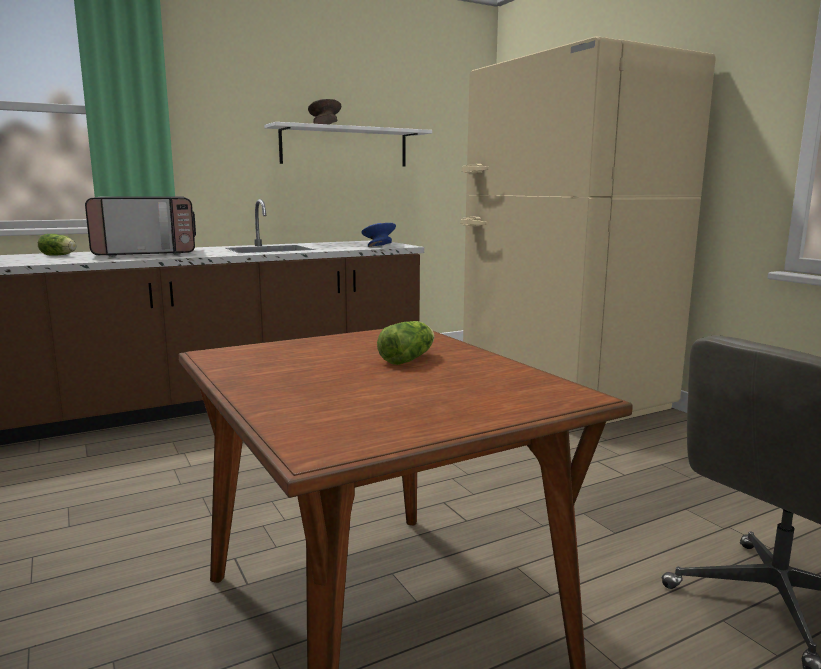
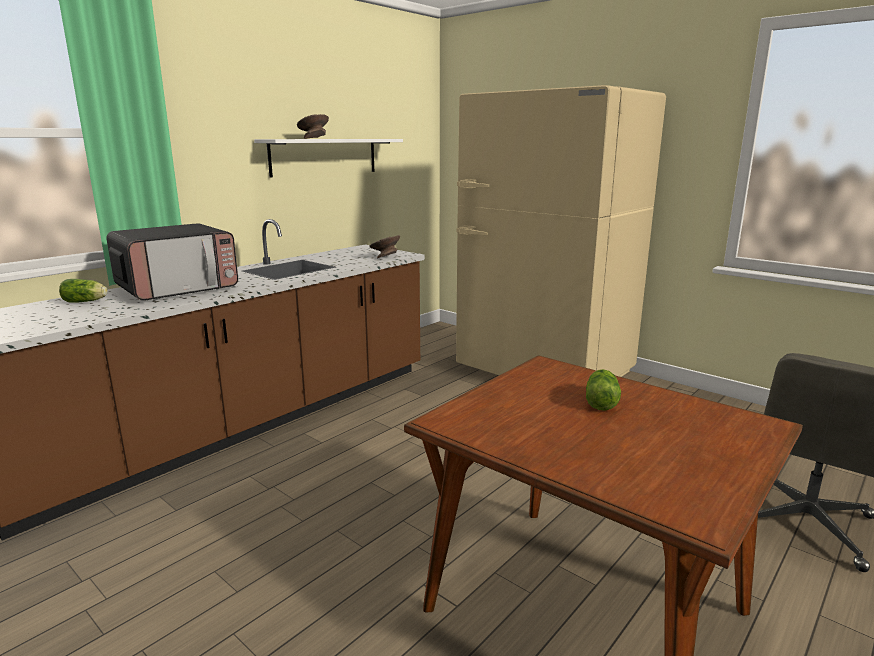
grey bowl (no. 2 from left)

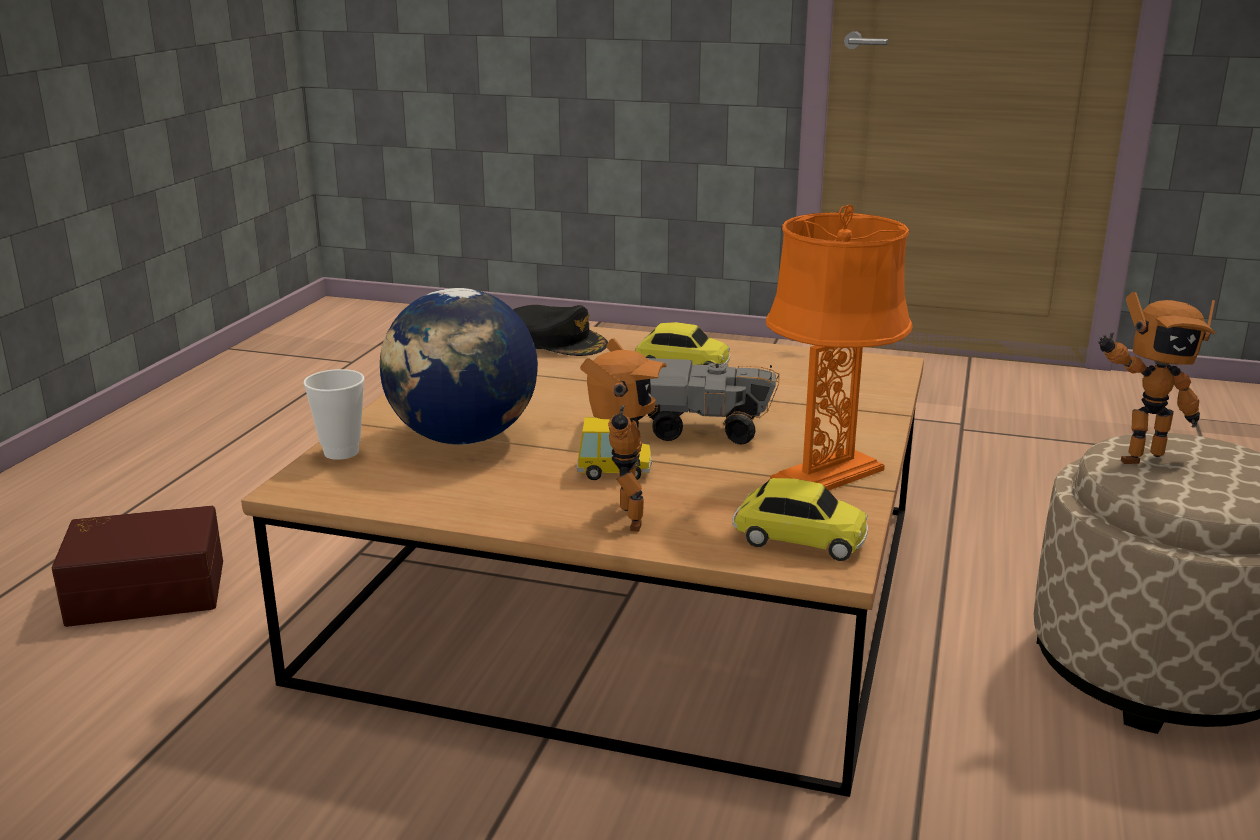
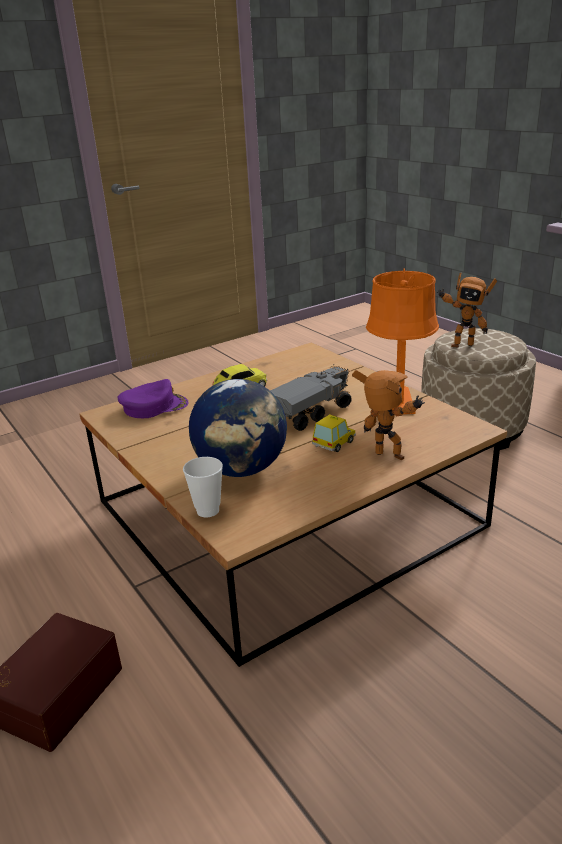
toy robot (no. 2 from left); purple cap; toy car (no. 3 from left in the first image)

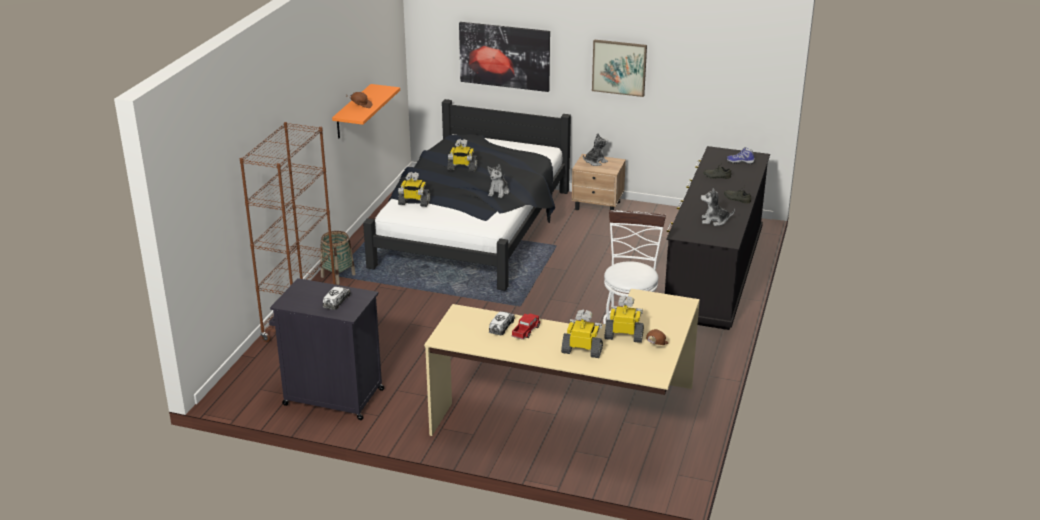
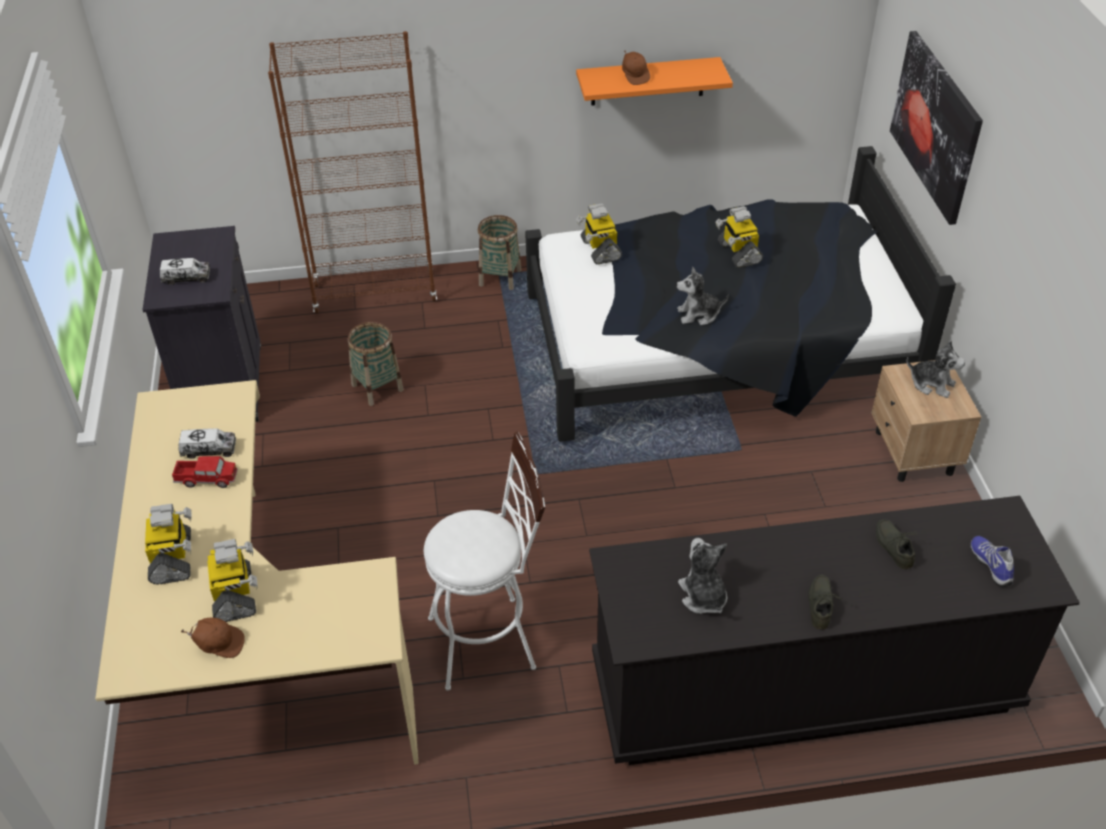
picture (no. 2 from left in the first image); basket (no. 1 from left)

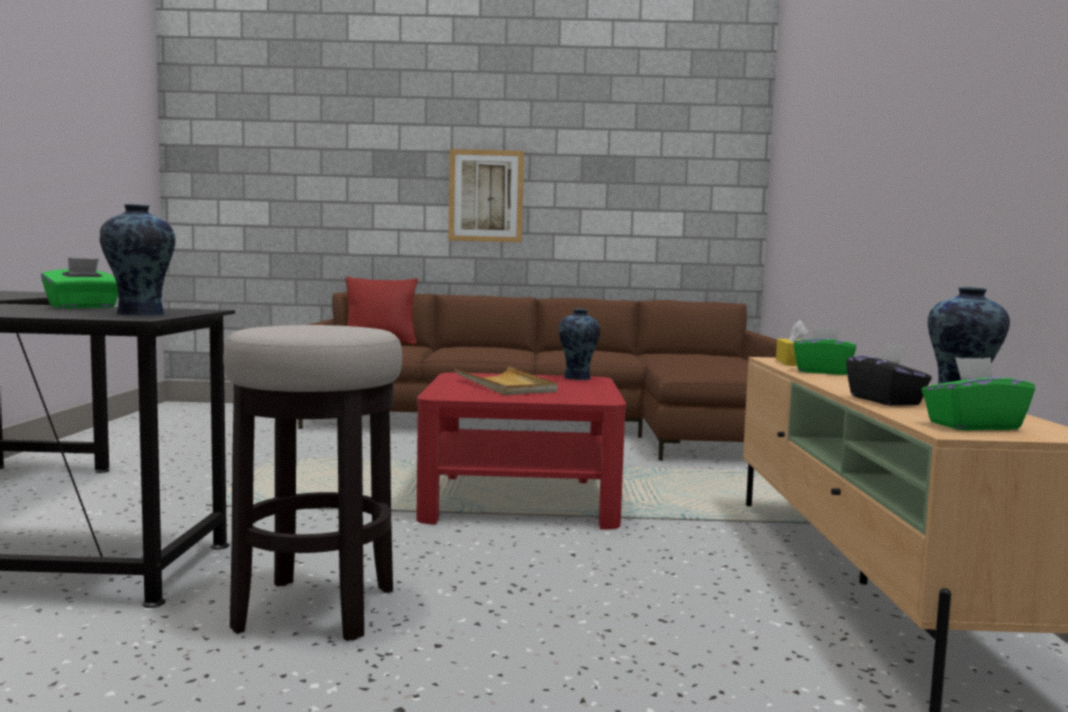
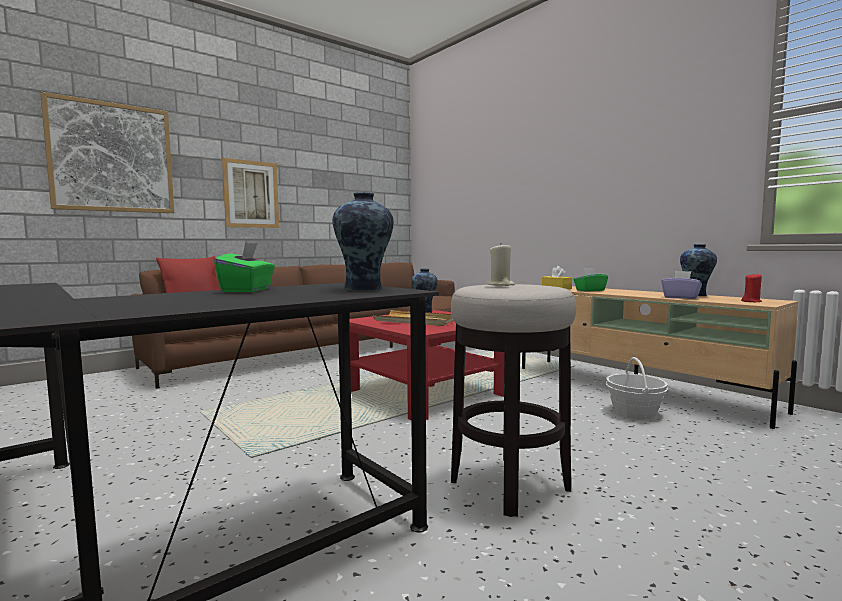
purple tissue box; red candle; picture (no. 1 from left); beige candle; basket

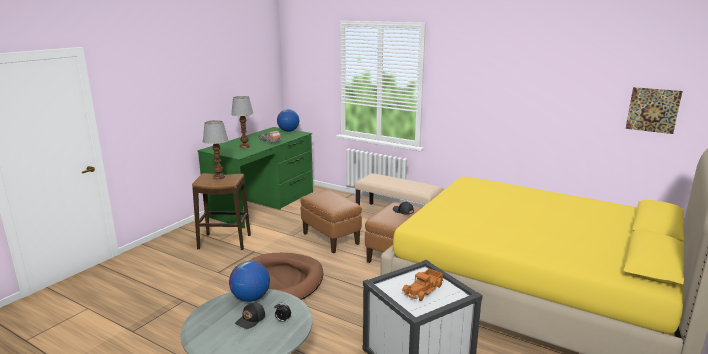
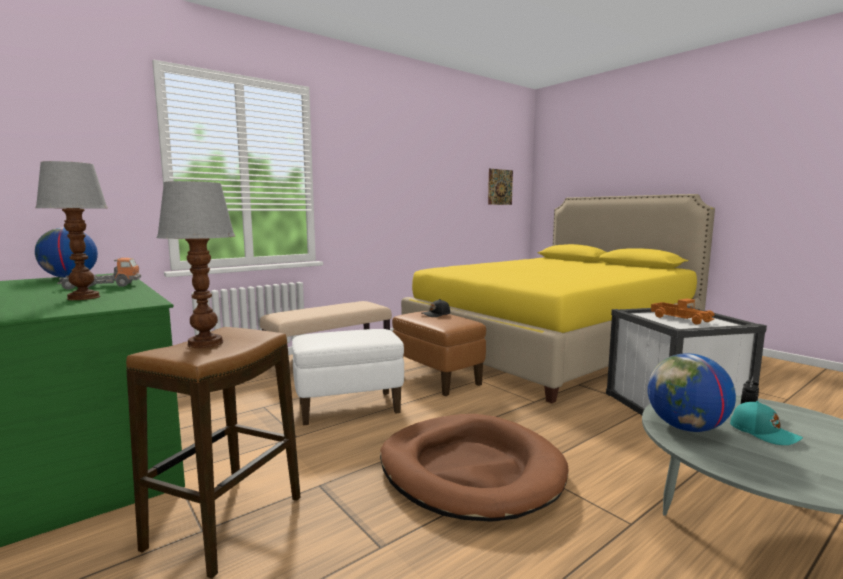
white ottoman; turquoise cap

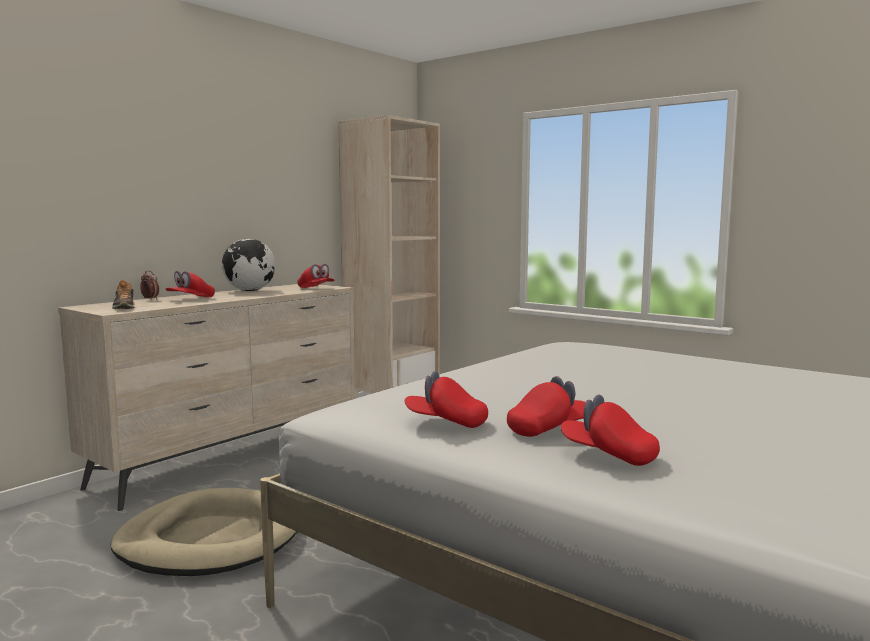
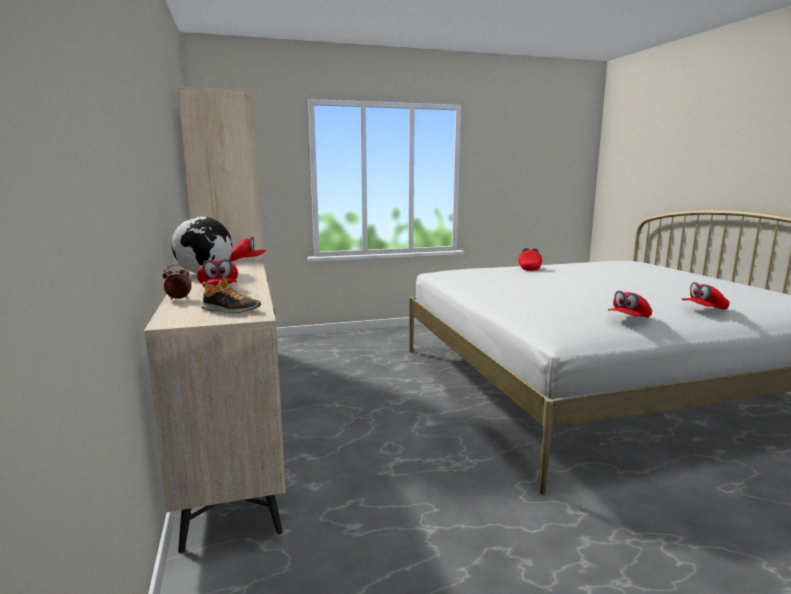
red cap (no. 3 from left); beige dog bed

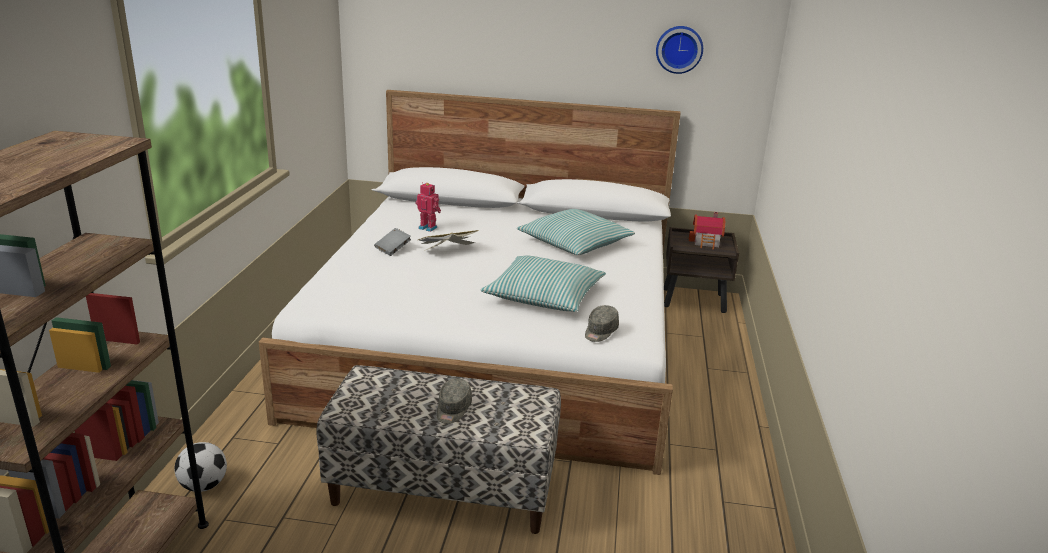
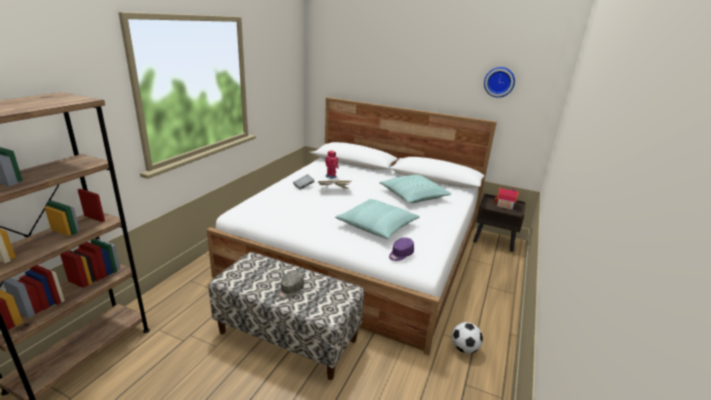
purple cap; football

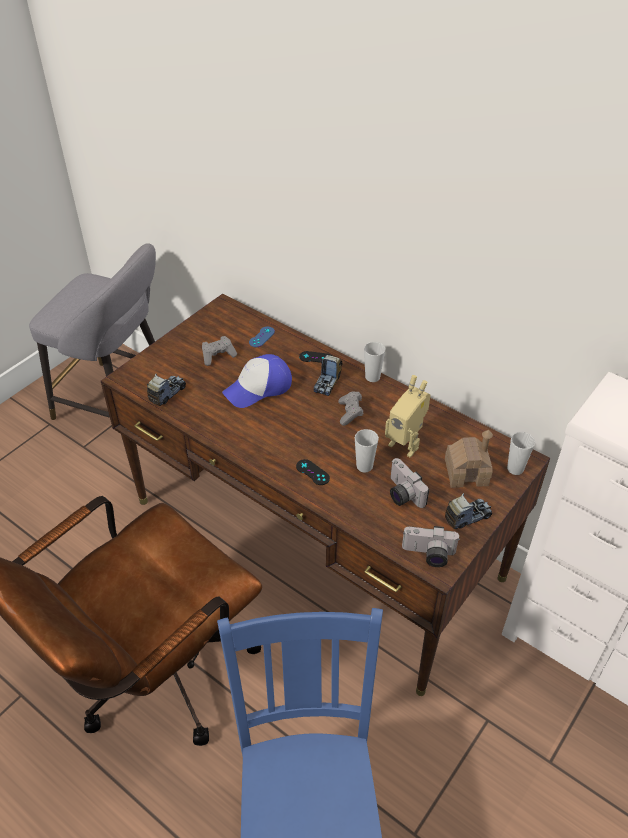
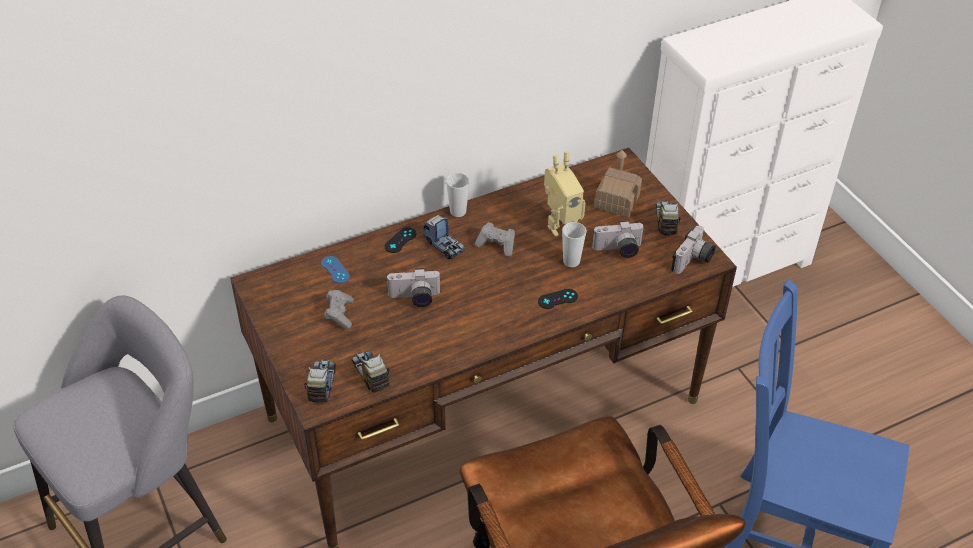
photo camera (no. 1 from left); cup (no. 3 from left in the first image); toy truck (no. 1 from left)

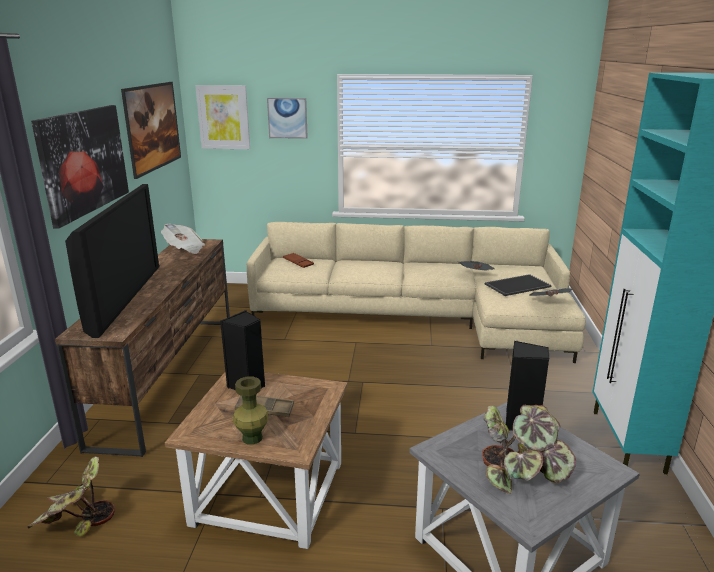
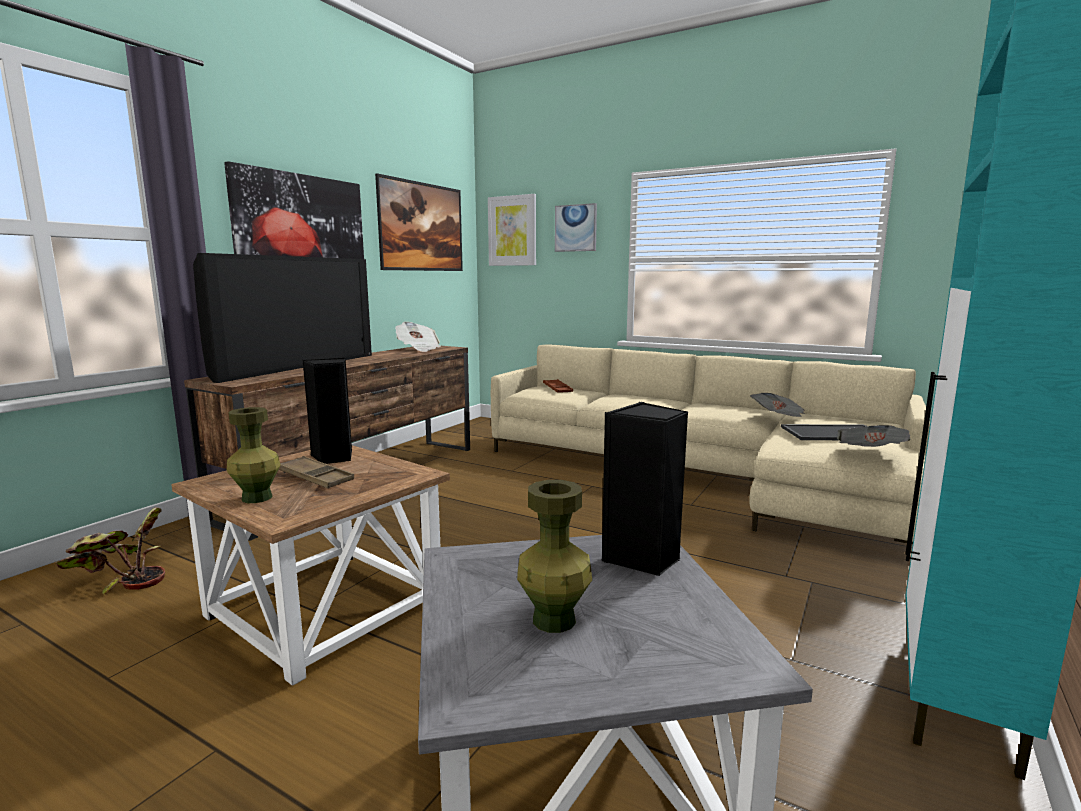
green vase (no. 2 from left)

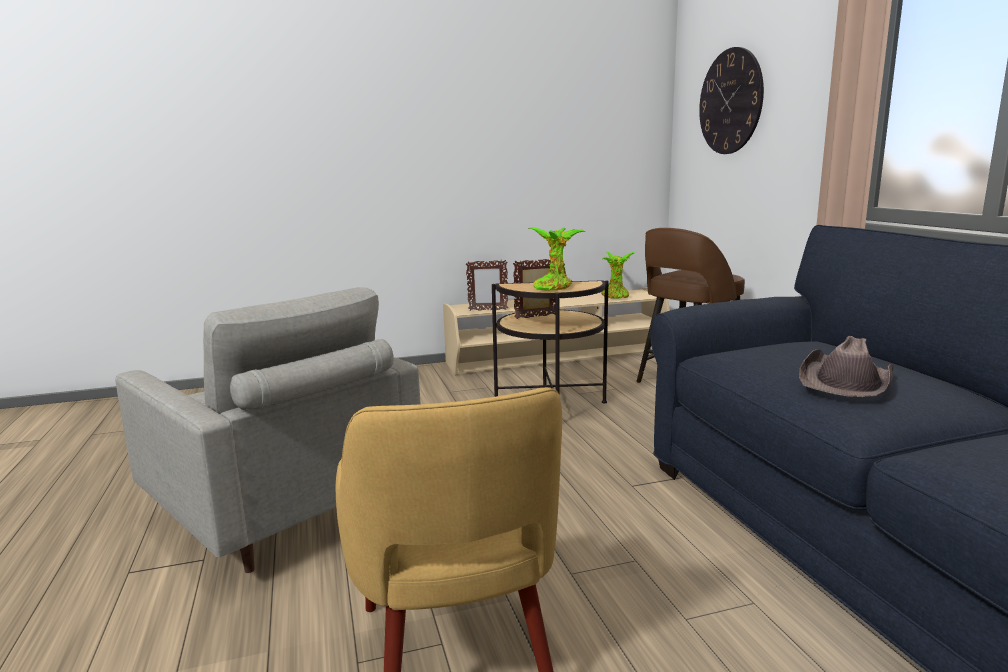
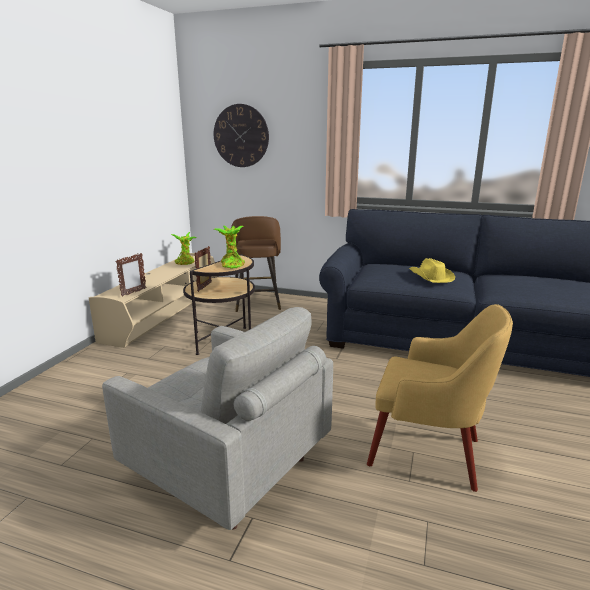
grey armchair; yellow hat

